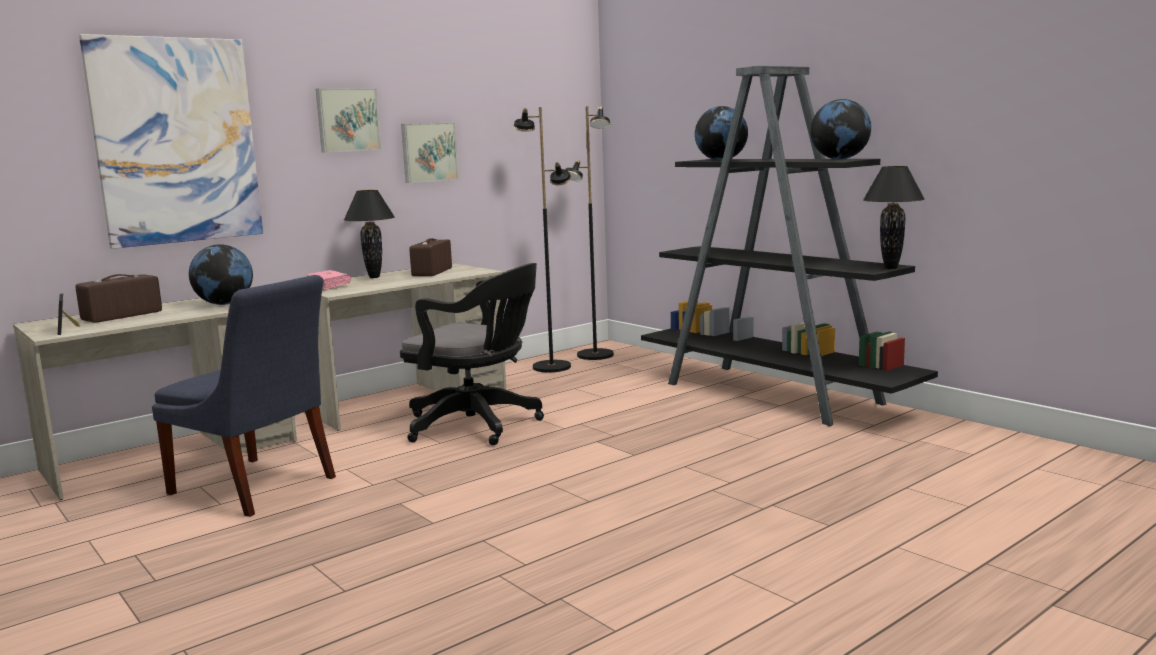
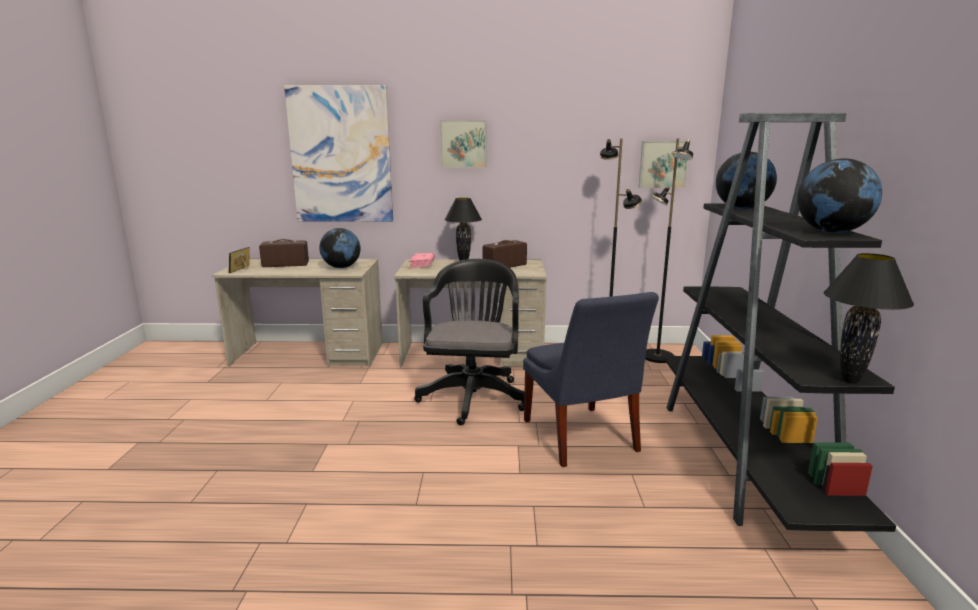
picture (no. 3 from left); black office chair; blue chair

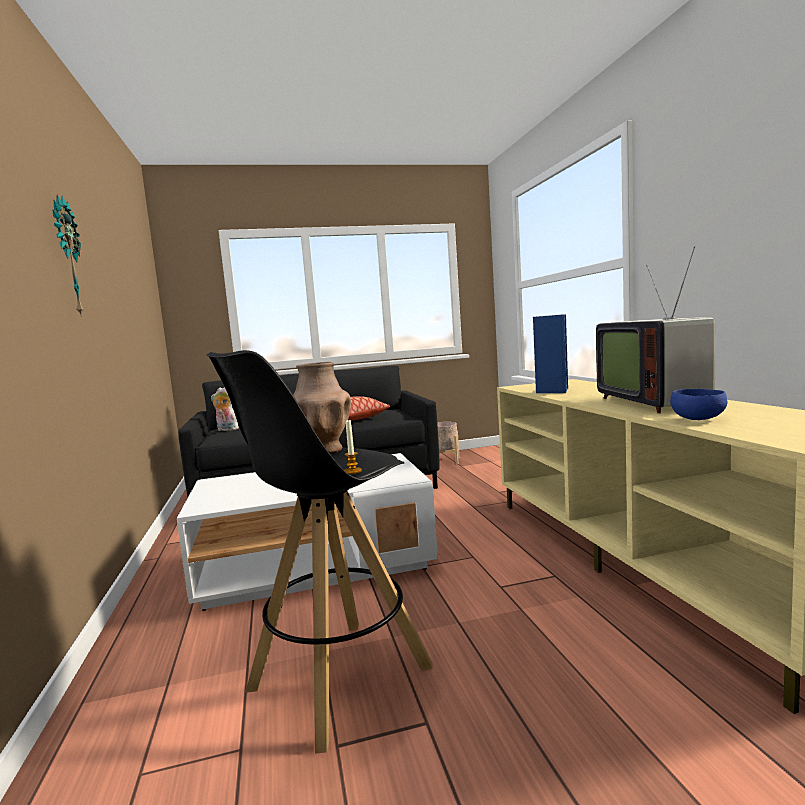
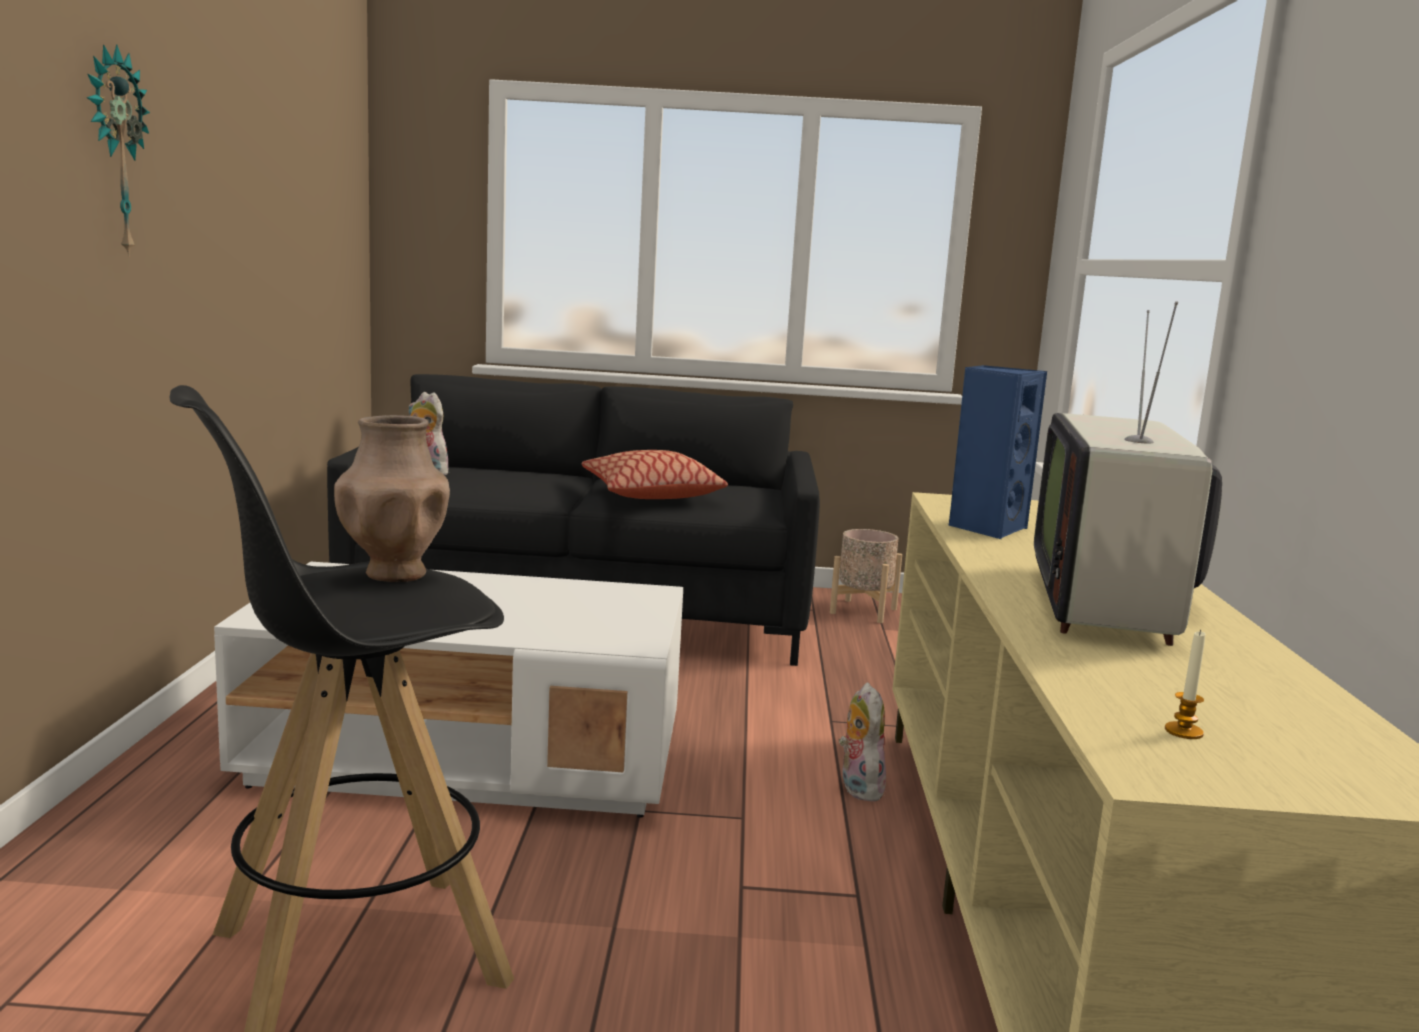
blue bowl; candle; plush toy (no. 2 from left)

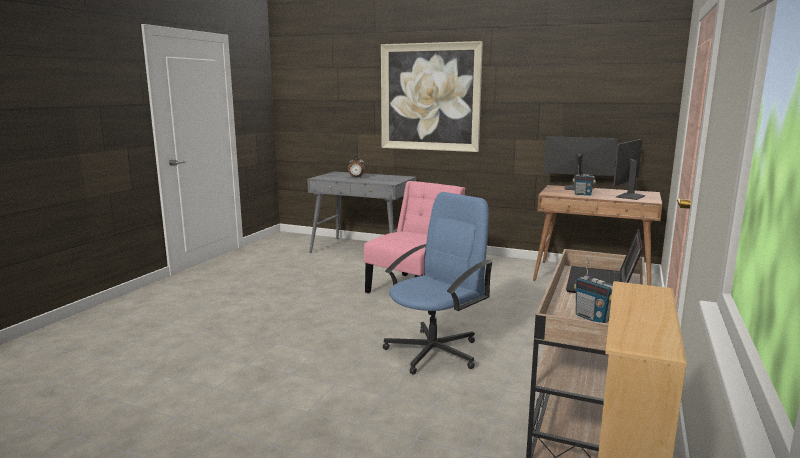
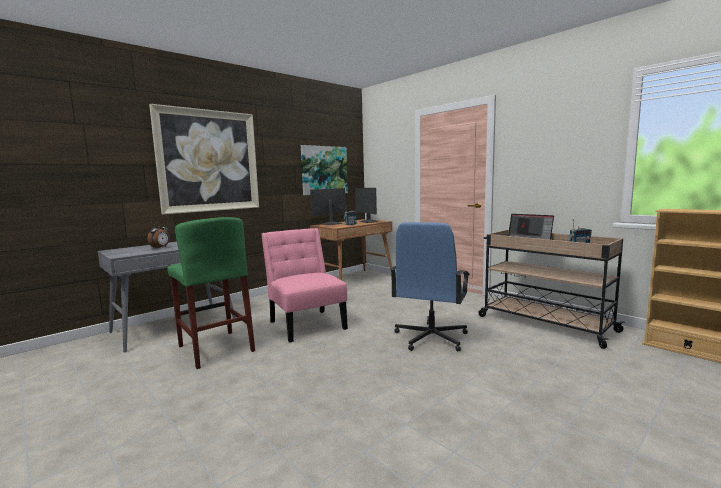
blue office chair; picture (no. 2 from left); green stool

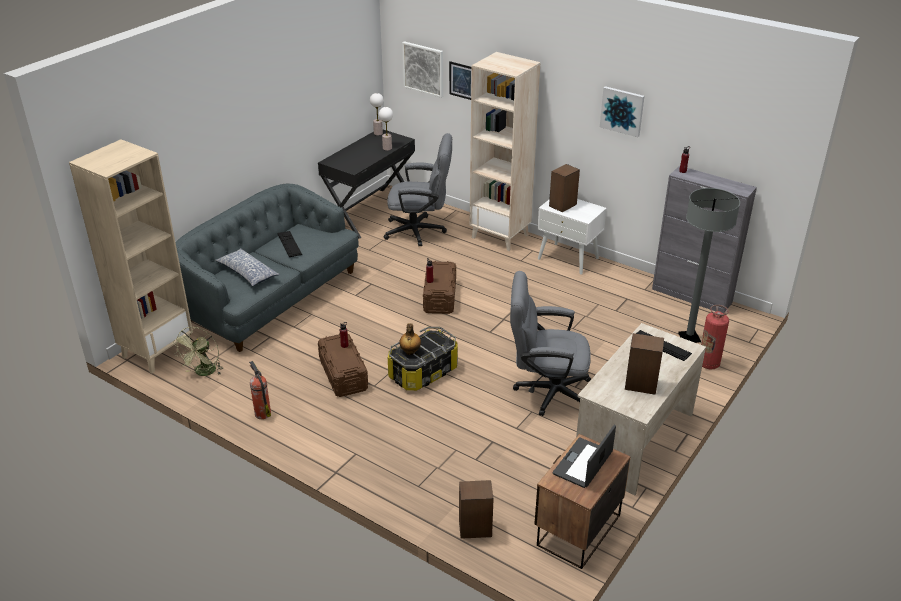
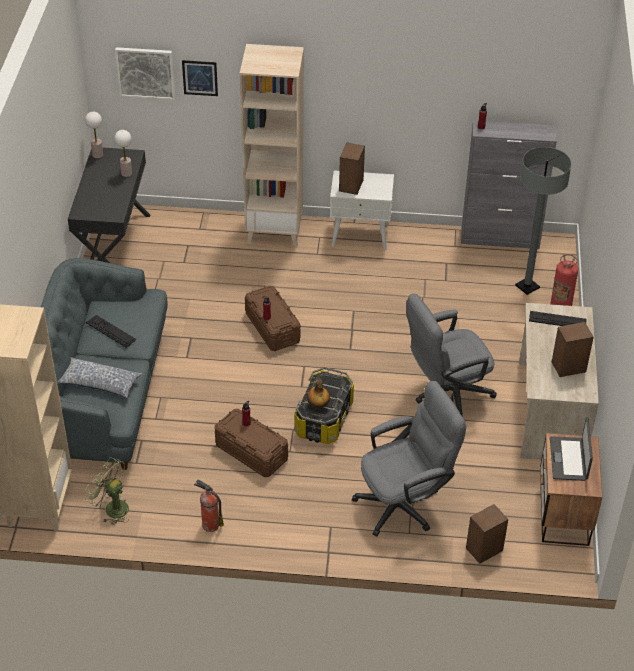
picture (no. 3 from left in the first image); grey office chair (no. 1 from left); green fan

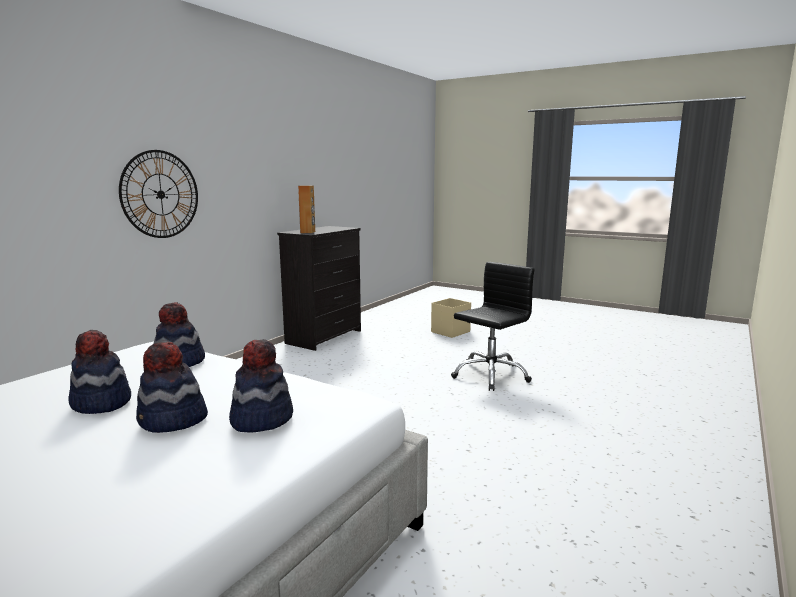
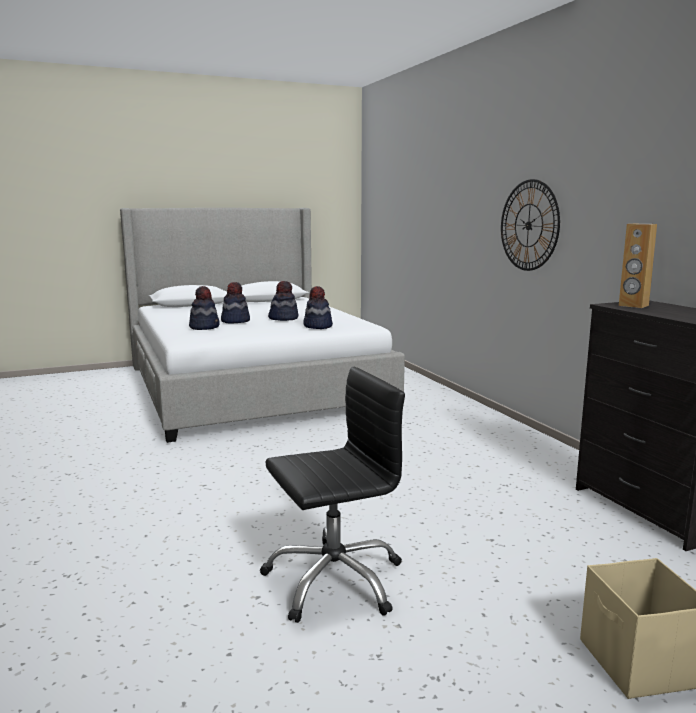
black office chair

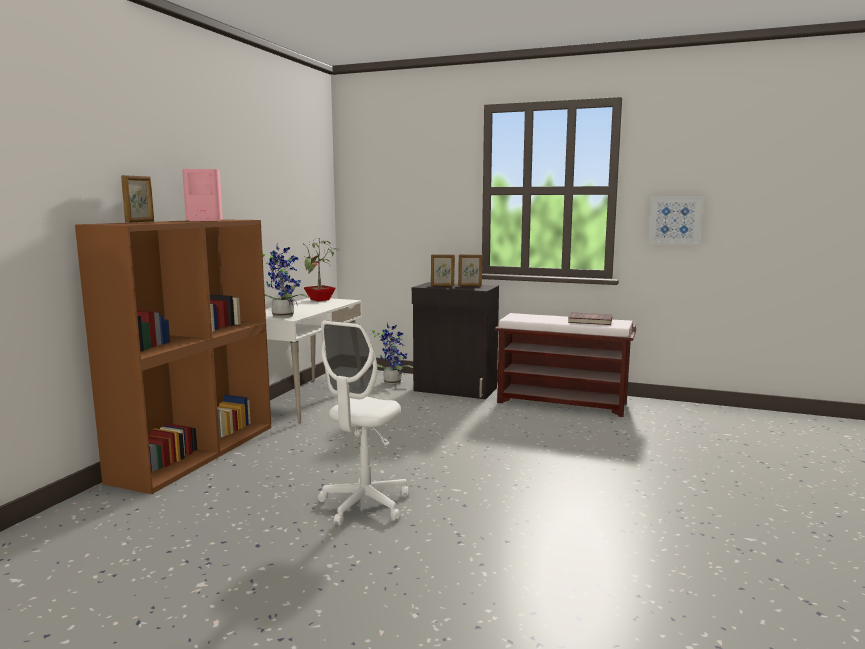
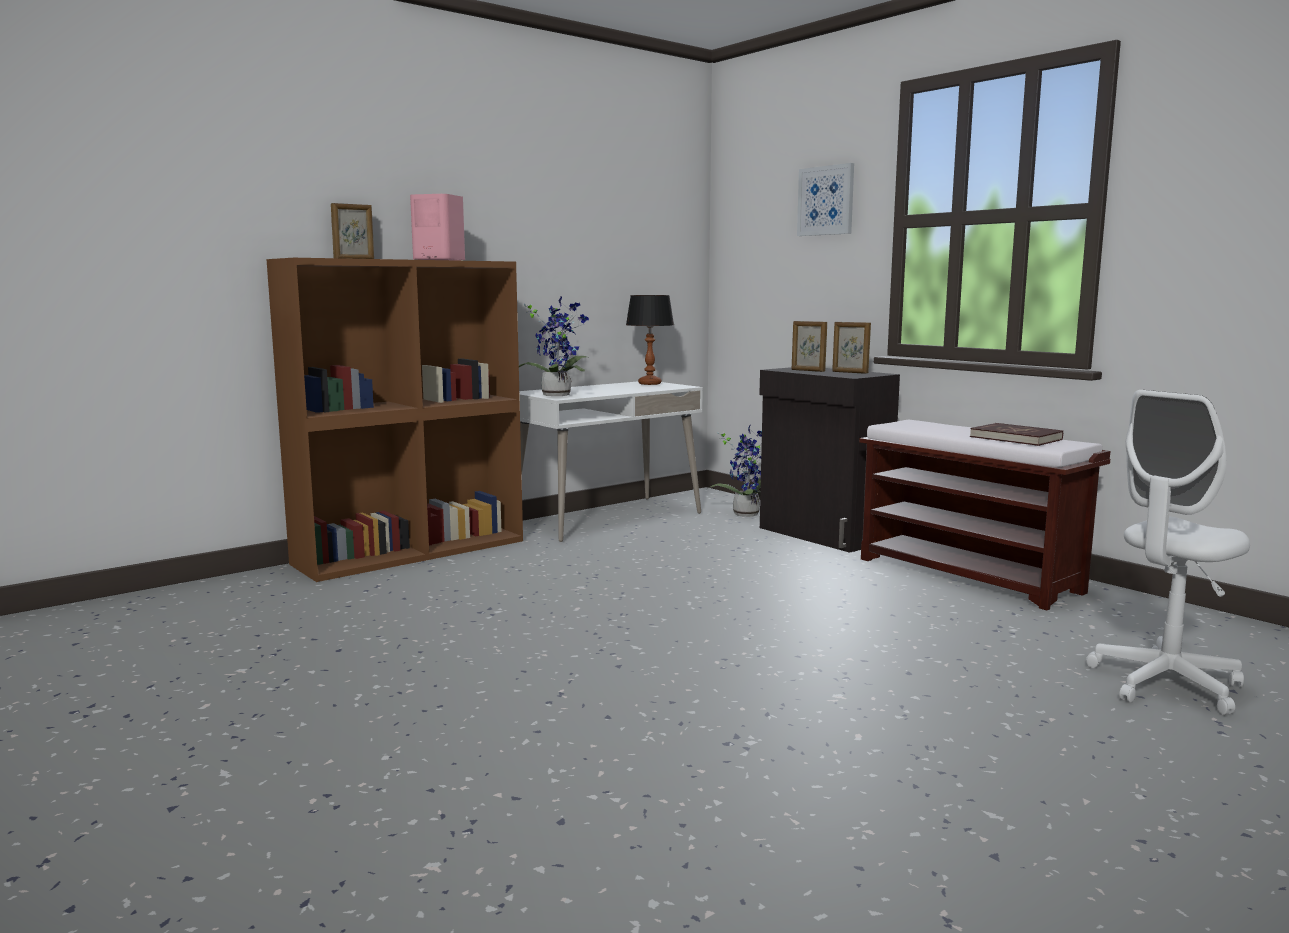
picture; table lamp; white office chair

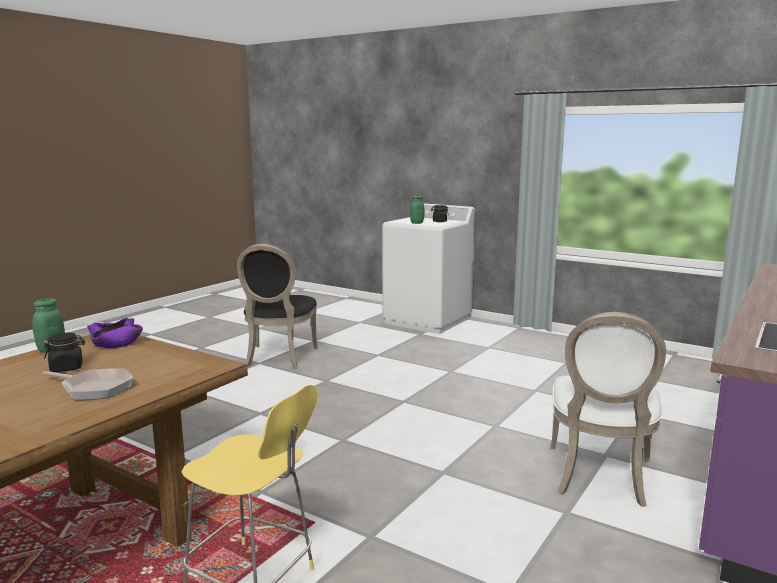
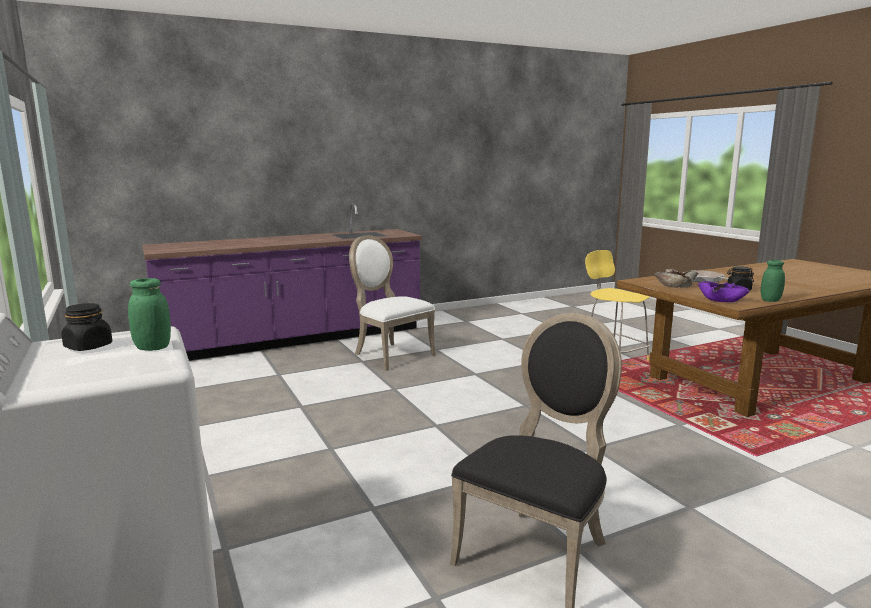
white chair; beige bowl

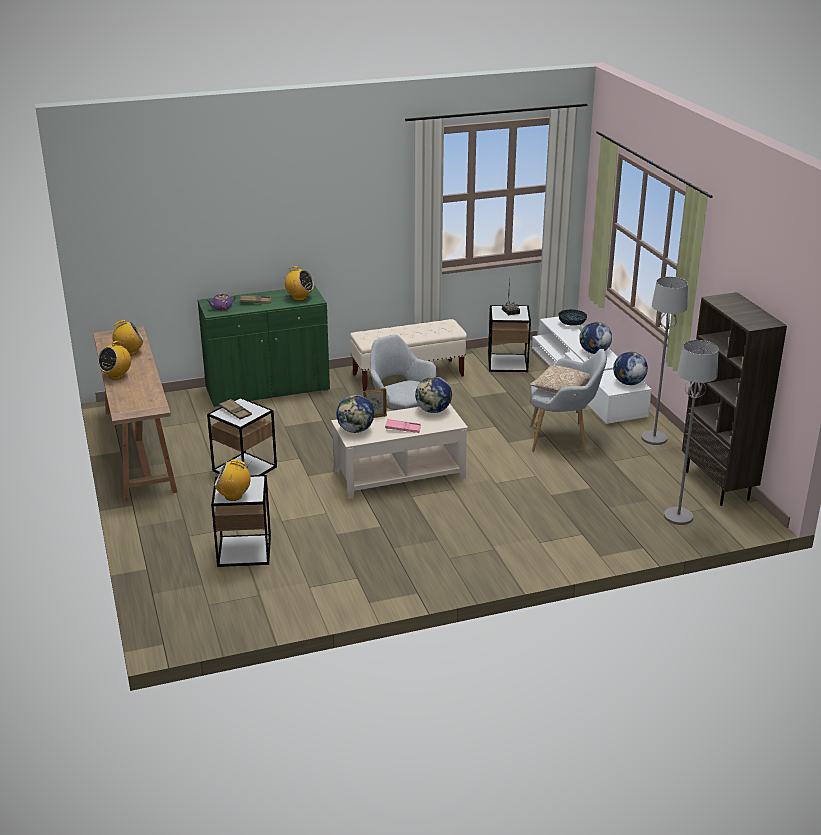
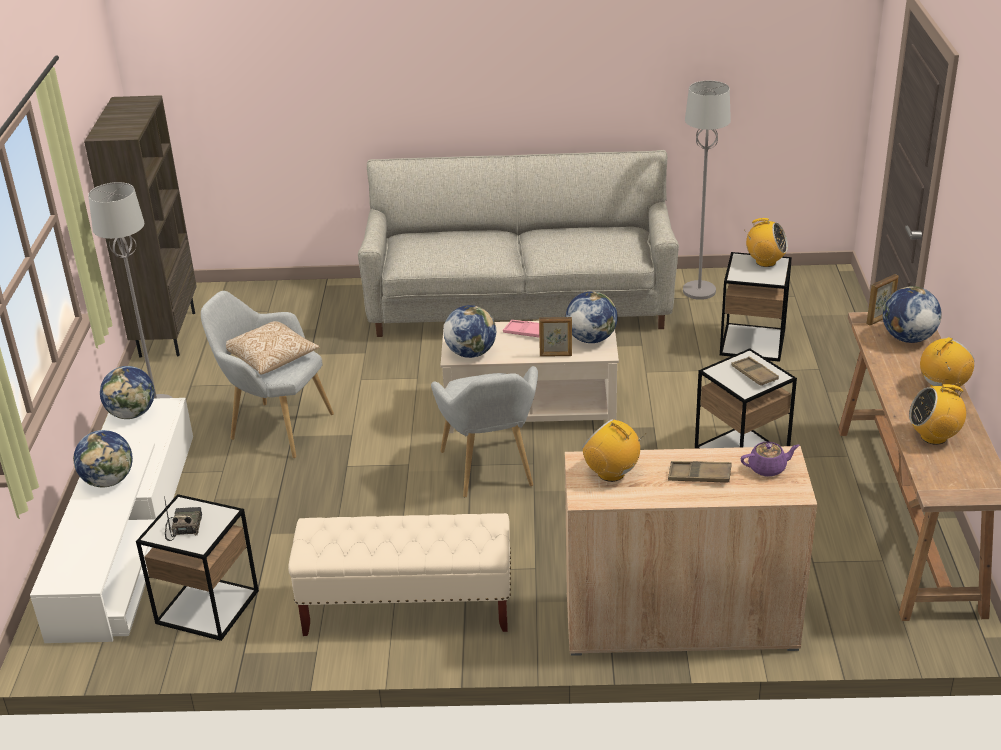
beige cabinet; bowl; grey floor lamp (no. 2 from left); grey sofa; picture frame (no. 2 from left); globe (no. 5 from left)

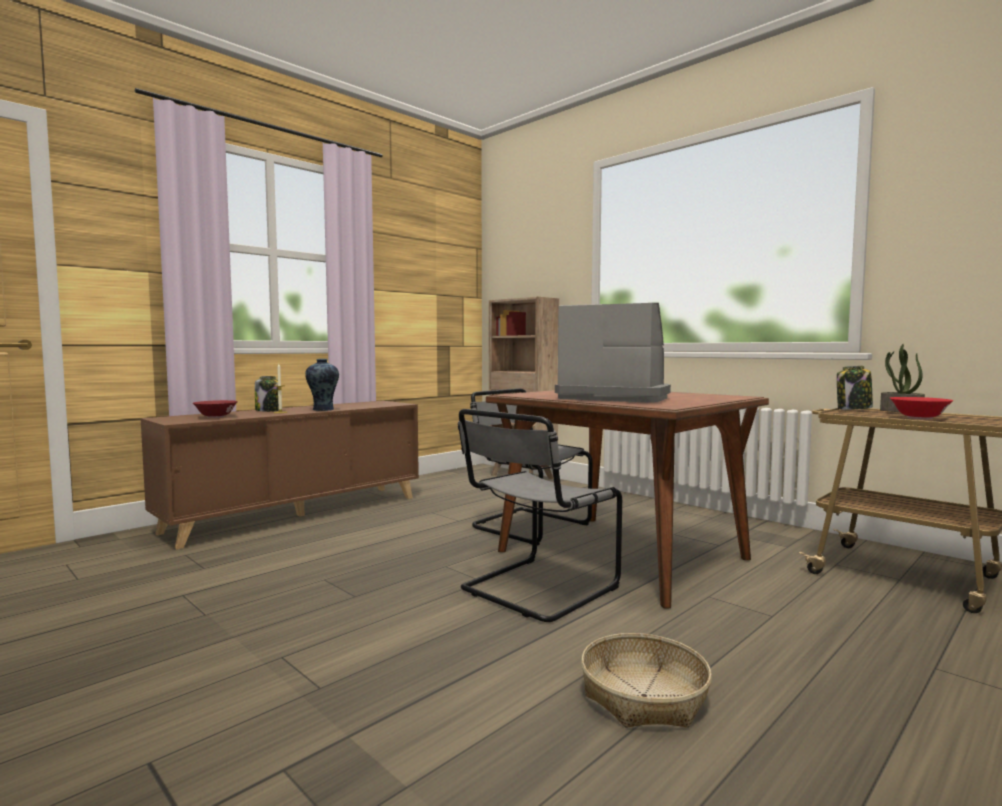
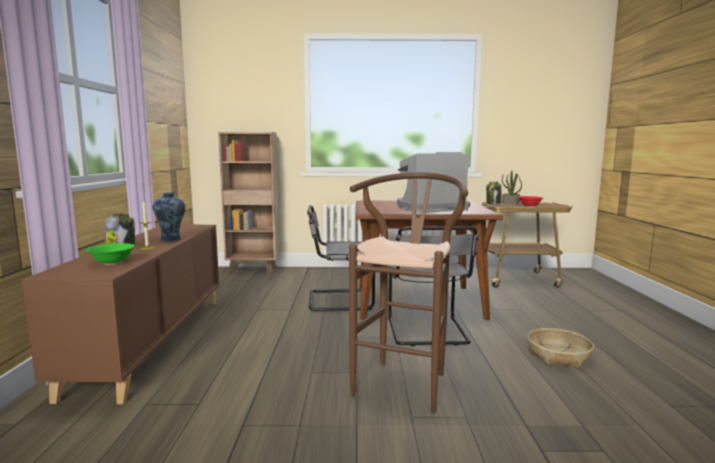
green bowl; brown stool

